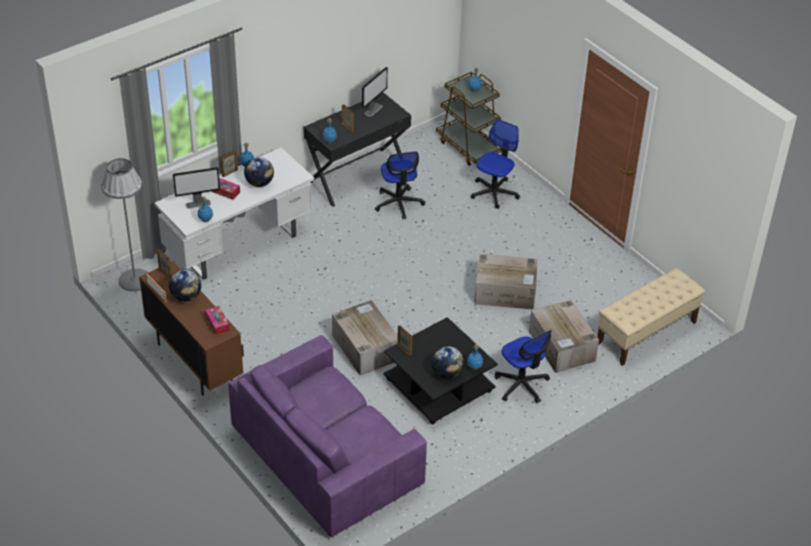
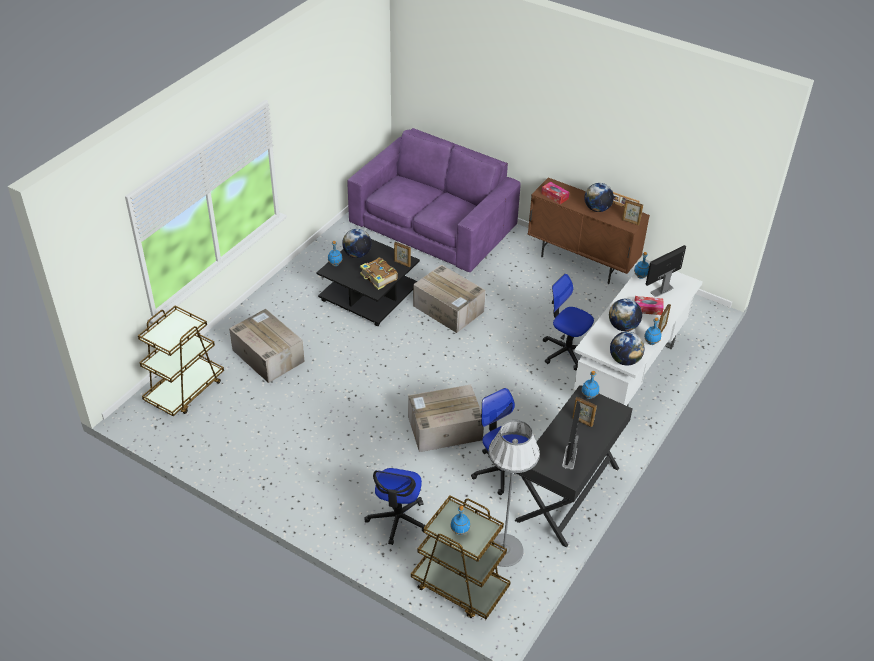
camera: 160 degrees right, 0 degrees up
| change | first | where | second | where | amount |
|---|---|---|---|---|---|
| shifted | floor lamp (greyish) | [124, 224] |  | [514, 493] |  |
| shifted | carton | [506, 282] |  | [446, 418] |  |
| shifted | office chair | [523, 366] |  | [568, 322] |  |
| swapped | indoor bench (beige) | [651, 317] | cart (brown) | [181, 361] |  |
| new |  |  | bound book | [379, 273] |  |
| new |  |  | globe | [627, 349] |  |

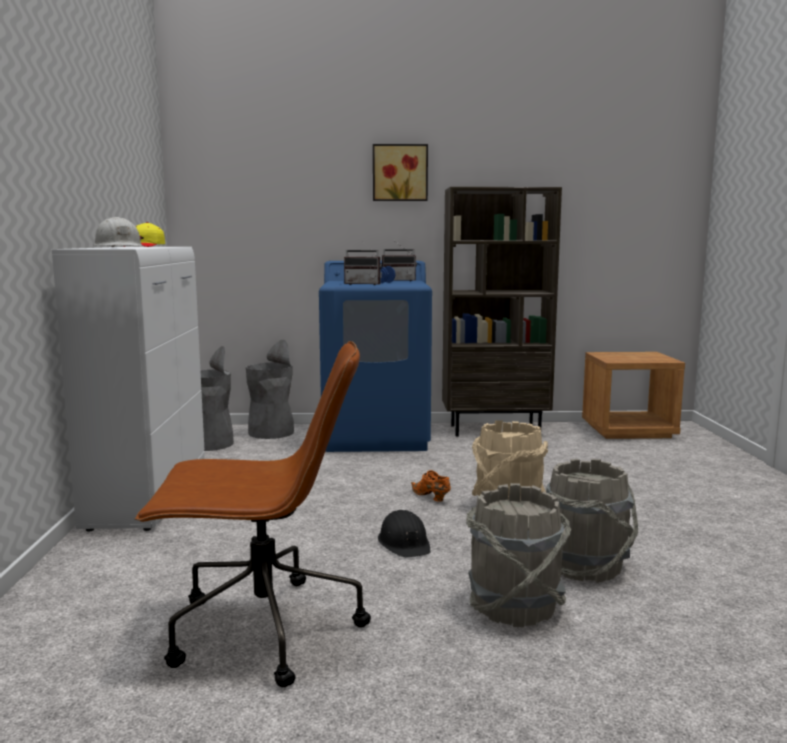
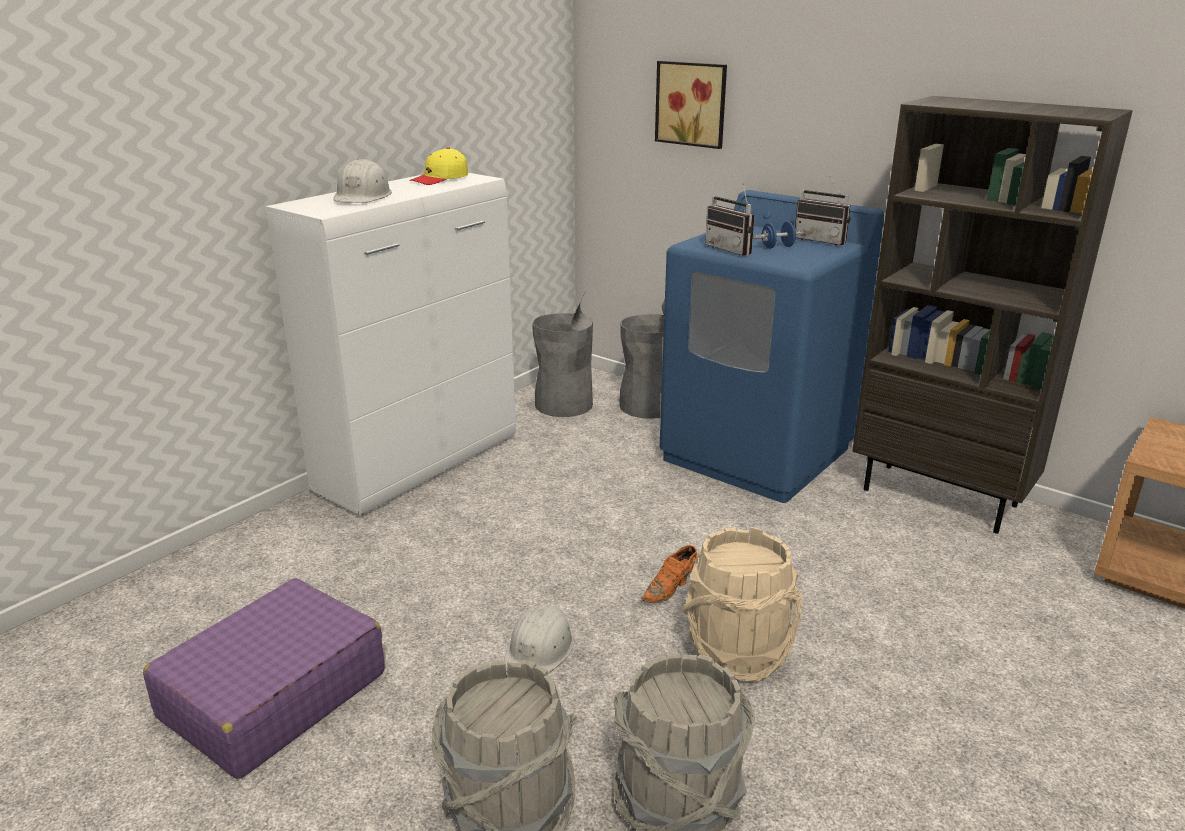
camera: 40 degrees right, 15 degrees up
| change | first | where | second | where | amount |
|---|---|---|---|---|---|
| swapped | office chair (brown) | [253, 514] | piece of luggage (purple) | [264, 678] |  |
| shifted | picture | [400, 172] |  | [691, 105] |  |
| repainted | safety helmet (black-coloured) | [404, 533] | safety helmet (white-coloured) | [539, 639] |  |
| rotated | low shoe (orangey) | [431, 486] |  | [669, 574] | 135 degrees counterclockwise |

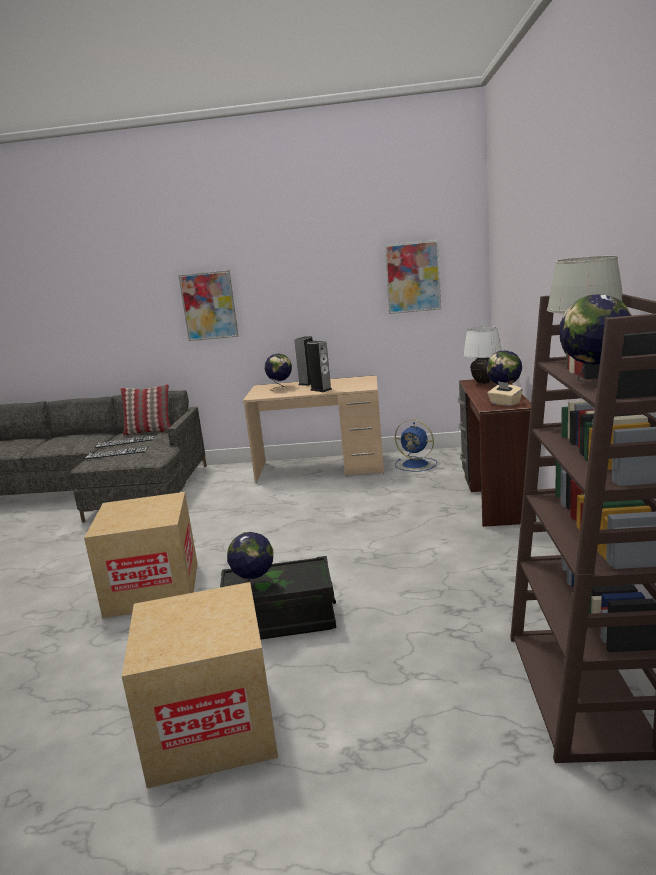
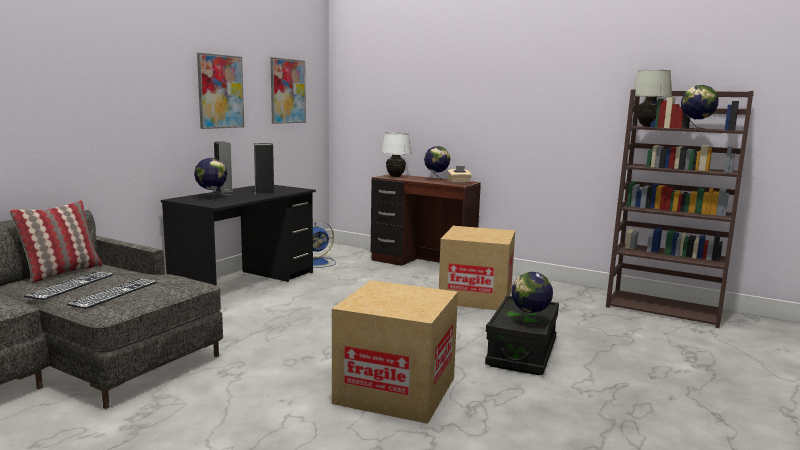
camera: 65 degrees left, 5 degrees down
| change | first | where | second | where | amount |
|---|---|---|---|---|---|
| shifted | carton | [200, 685] |  | [477, 268] |  |
| shifted | picture | [208, 305] |  | [220, 91] |  |
| repainted | desk table (beige) | [313, 429] | desk table (black-coloured) | [238, 235] |  |

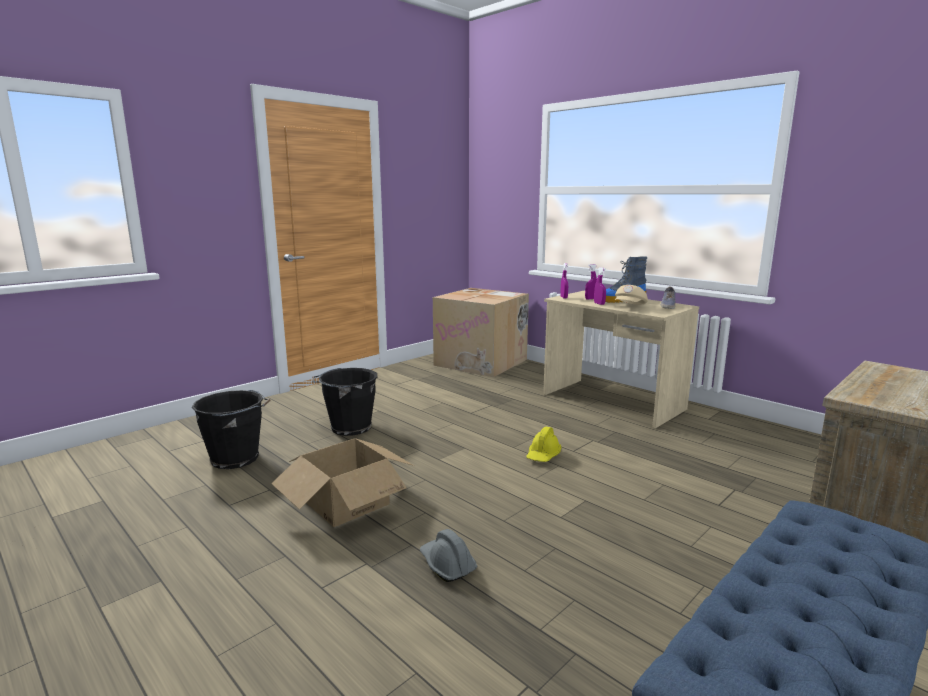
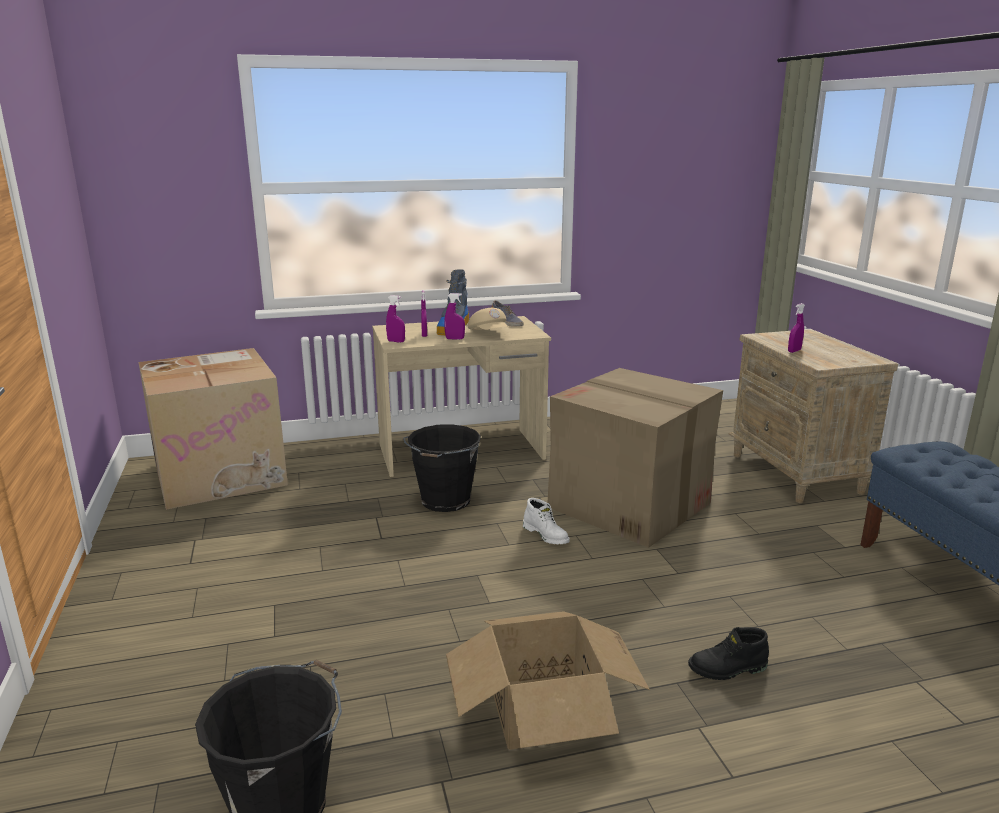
camera: 60 degrees left, 5 degrees up
| change | first | where | second | where | amount |
|---|---|---|---|---|---|
| shifted | water bucket (black-coloured) | [344, 402] |  | [442, 468] |  |
| swapped | safety helmet (greyish) | [448, 555] | boot (black-coloured) | [728, 653] |  |
| swapped | safety helmet (yellow-coloured) | [543, 444] | boot (white-coloured) | [546, 521] |  |
| new |  |  | carton | [635, 458] |  |
| new |  |  | spray bottle (purple) | [796, 328] |  |

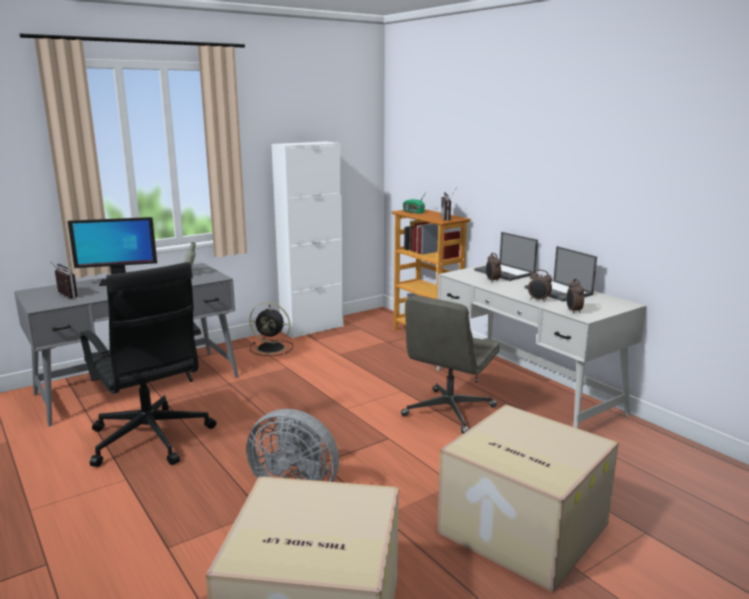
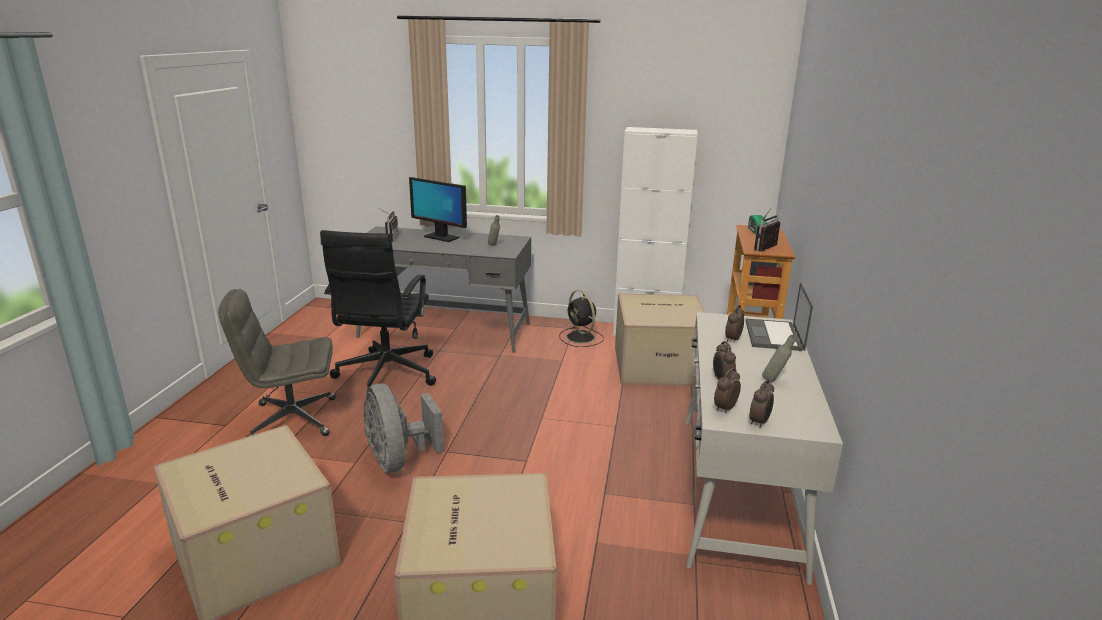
camera: 45 degrees right, 5 degrees up
| change | first | where | second | where | amount |
|---|---|---|---|---|---|
| shifted | office chair (greyish) | [450, 364] |  | [276, 363] |  |
| swapped | notebook computer | [561, 274] | bottle (greyish) | [779, 358] |  |
| new |  |  | carton | [660, 340] |  |
| new |  |  | bedside clock | [761, 403] |  |

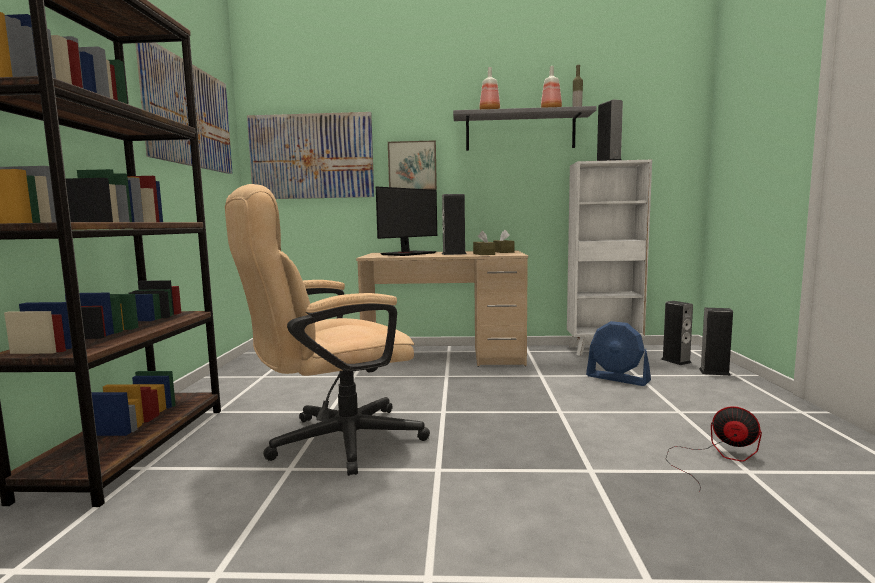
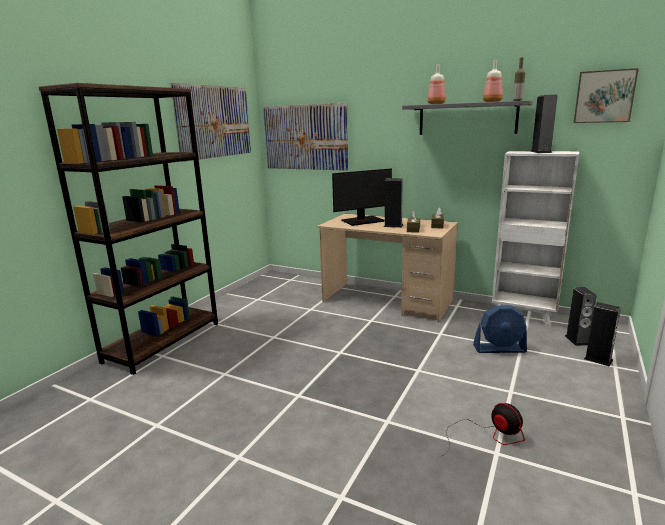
camera: 25 degrees right, 10 degrees up
| change | first | where | second | where | amount |
|---|---|---|---|---|---|
| gone | office chair (beige) | [327, 330] |  |  |  |
| shifted | picture | [412, 165] |  | [606, 95] |  |
| rotated | electric fan (bluish) | [618, 353] |  | [500, 329] | 60 degrees counterclockwise |

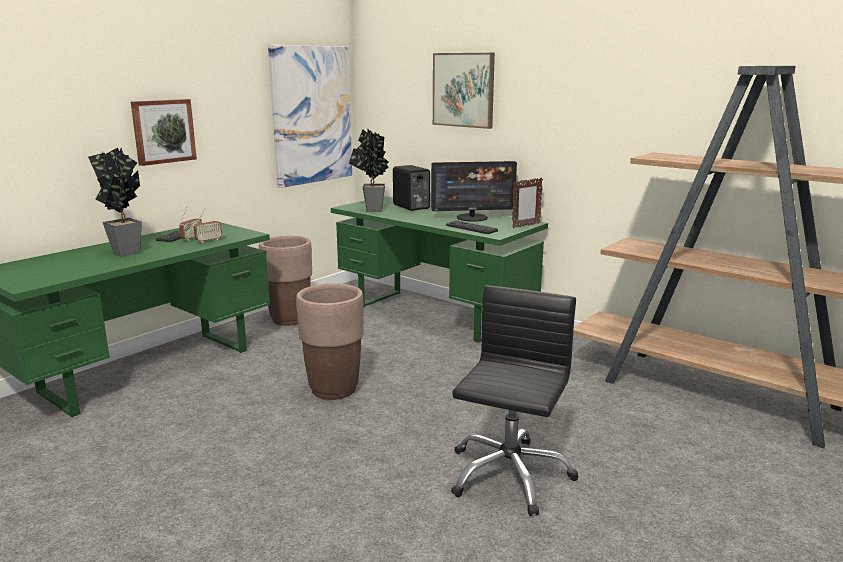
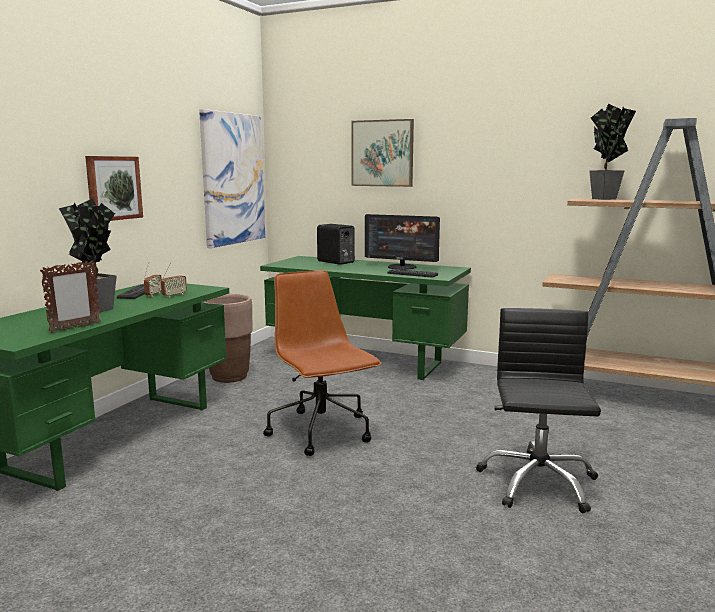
camera: 15 degrees left, 5 degrees down
| change | first | where | second | where | amount |
|---|---|---|---|---|---|
| swapped | plant pot (brown) | [330, 341] | office chair (brown) | [322, 363] |  |
| shifted | potted plant | [369, 170] |  | [612, 152] |  |
| rotated | computer screen | [474, 191] |  | [402, 242] | 45 degrees clockwise |
| shifted | picture frame | [527, 202] |  | [70, 296] |  |

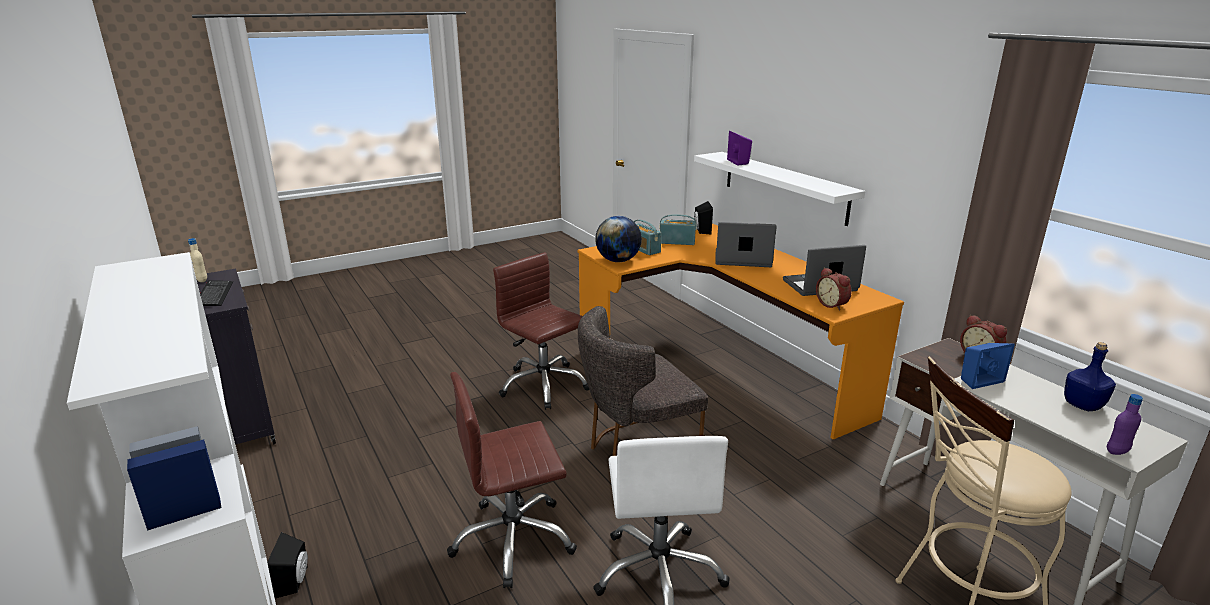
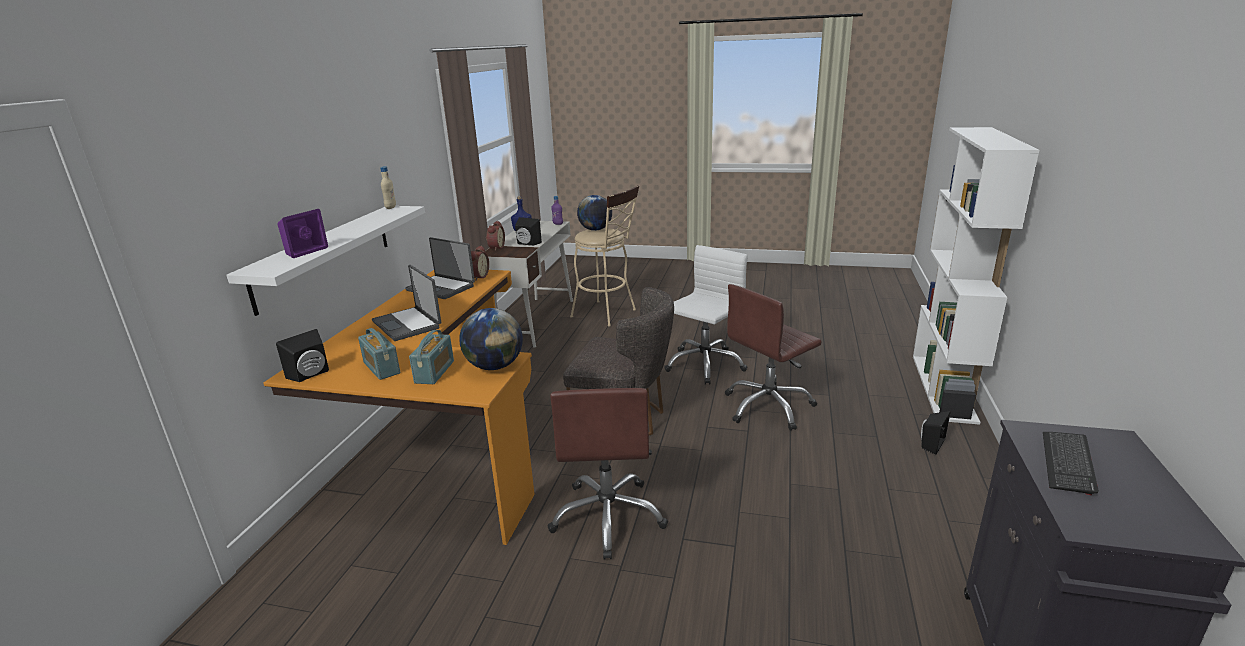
camera: 135 degrees left, 0 degrees up
| change | first | where | second | where | amount |
|---|---|---|---|---|---|
| shifted | bottle (beige) | [197, 260] |  | [388, 187] |  |
| rotated | office chair (brown) | [512, 480] |  | [773, 357] | 120 degrees clockwise |
| repainted | loudspeaker (bluish) | [988, 366] | loudspeaker (black-coloured) | [528, 231] |  |
| new |  |  | globe | [594, 213] |  |

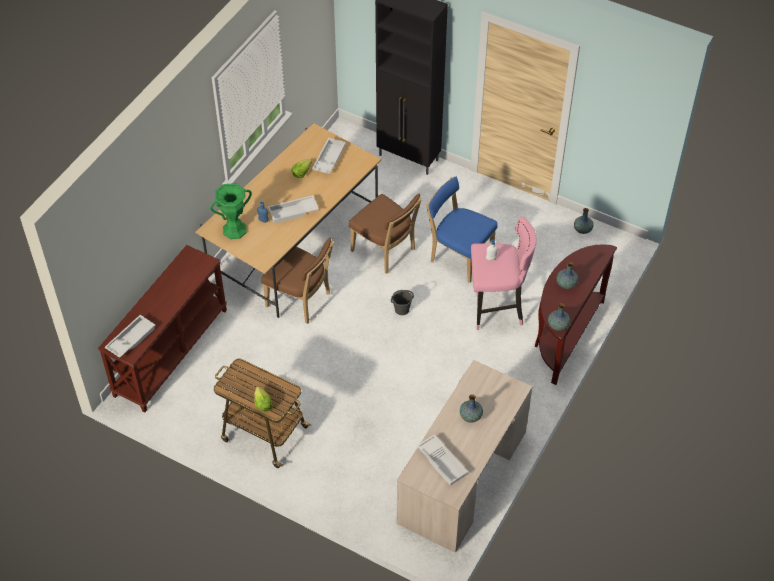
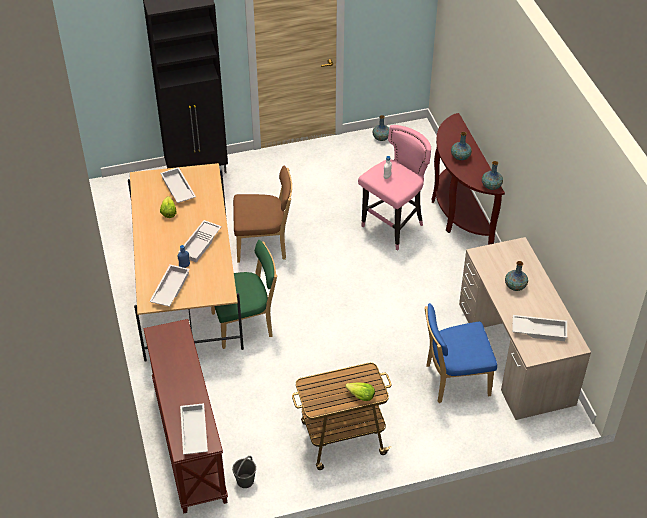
camera: 45 degrees left, 5 degrees down
| change | first | where | second | where | amount |
|---|---|---|---|---|---|
| swapped | flower vase (green-coloured) | [231, 211] | carrying tray (white-coloured) | [169, 286] |  |
| repainted | plain chair (brown) | [297, 281] | plain chair (green-coloured) | [244, 294] |  |
| shifted | water bucket (greyish) | [402, 302] |  | [244, 472] |  |
| shifted | plain chair (bluish) | [462, 230] |  | [461, 353] |  |

